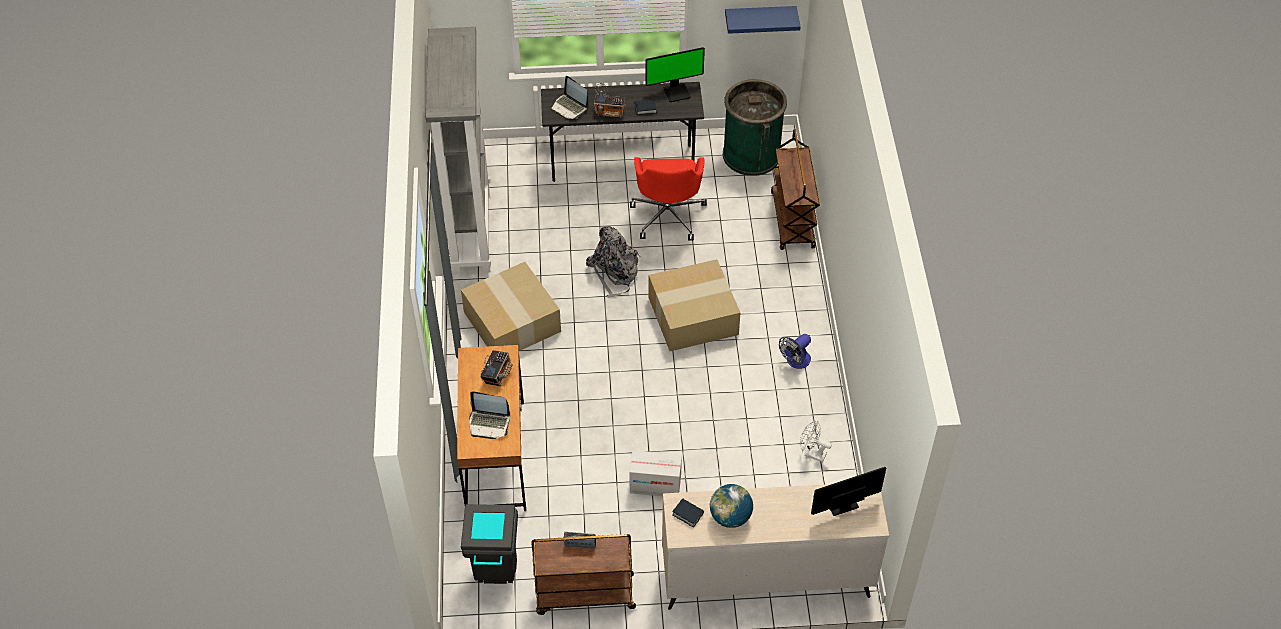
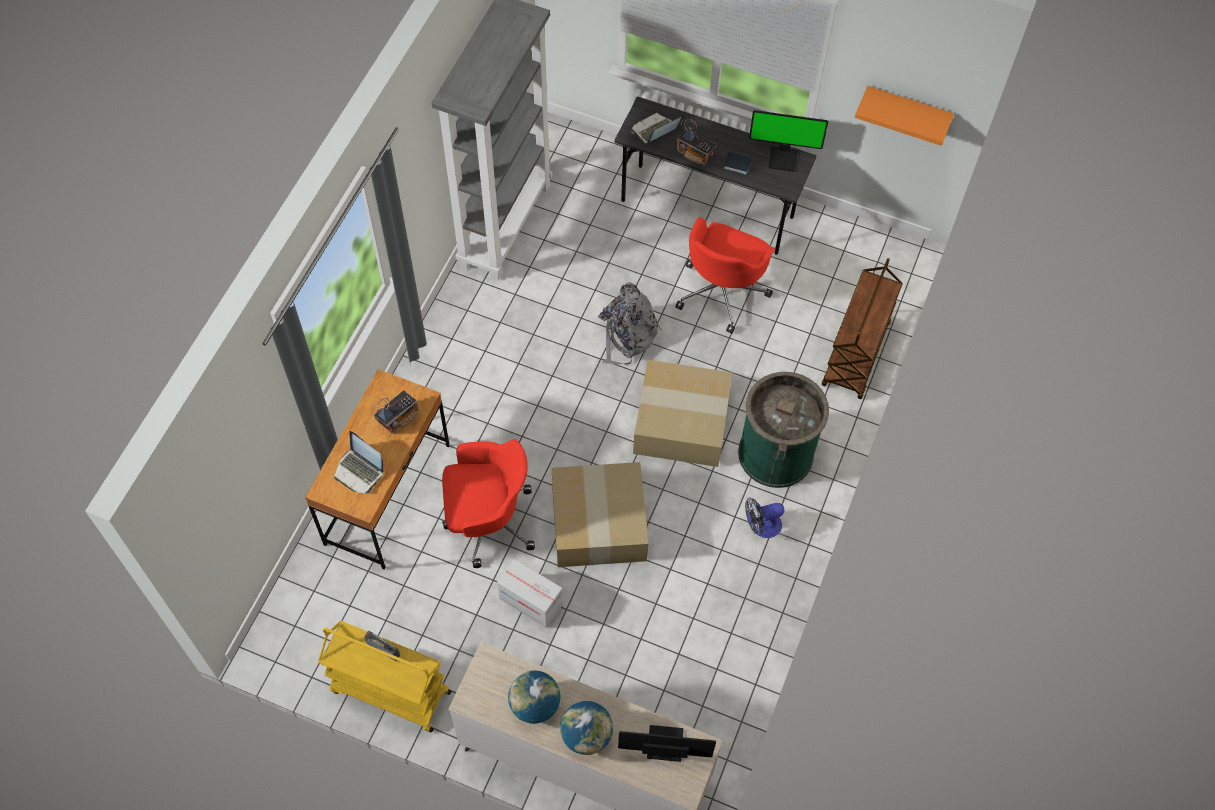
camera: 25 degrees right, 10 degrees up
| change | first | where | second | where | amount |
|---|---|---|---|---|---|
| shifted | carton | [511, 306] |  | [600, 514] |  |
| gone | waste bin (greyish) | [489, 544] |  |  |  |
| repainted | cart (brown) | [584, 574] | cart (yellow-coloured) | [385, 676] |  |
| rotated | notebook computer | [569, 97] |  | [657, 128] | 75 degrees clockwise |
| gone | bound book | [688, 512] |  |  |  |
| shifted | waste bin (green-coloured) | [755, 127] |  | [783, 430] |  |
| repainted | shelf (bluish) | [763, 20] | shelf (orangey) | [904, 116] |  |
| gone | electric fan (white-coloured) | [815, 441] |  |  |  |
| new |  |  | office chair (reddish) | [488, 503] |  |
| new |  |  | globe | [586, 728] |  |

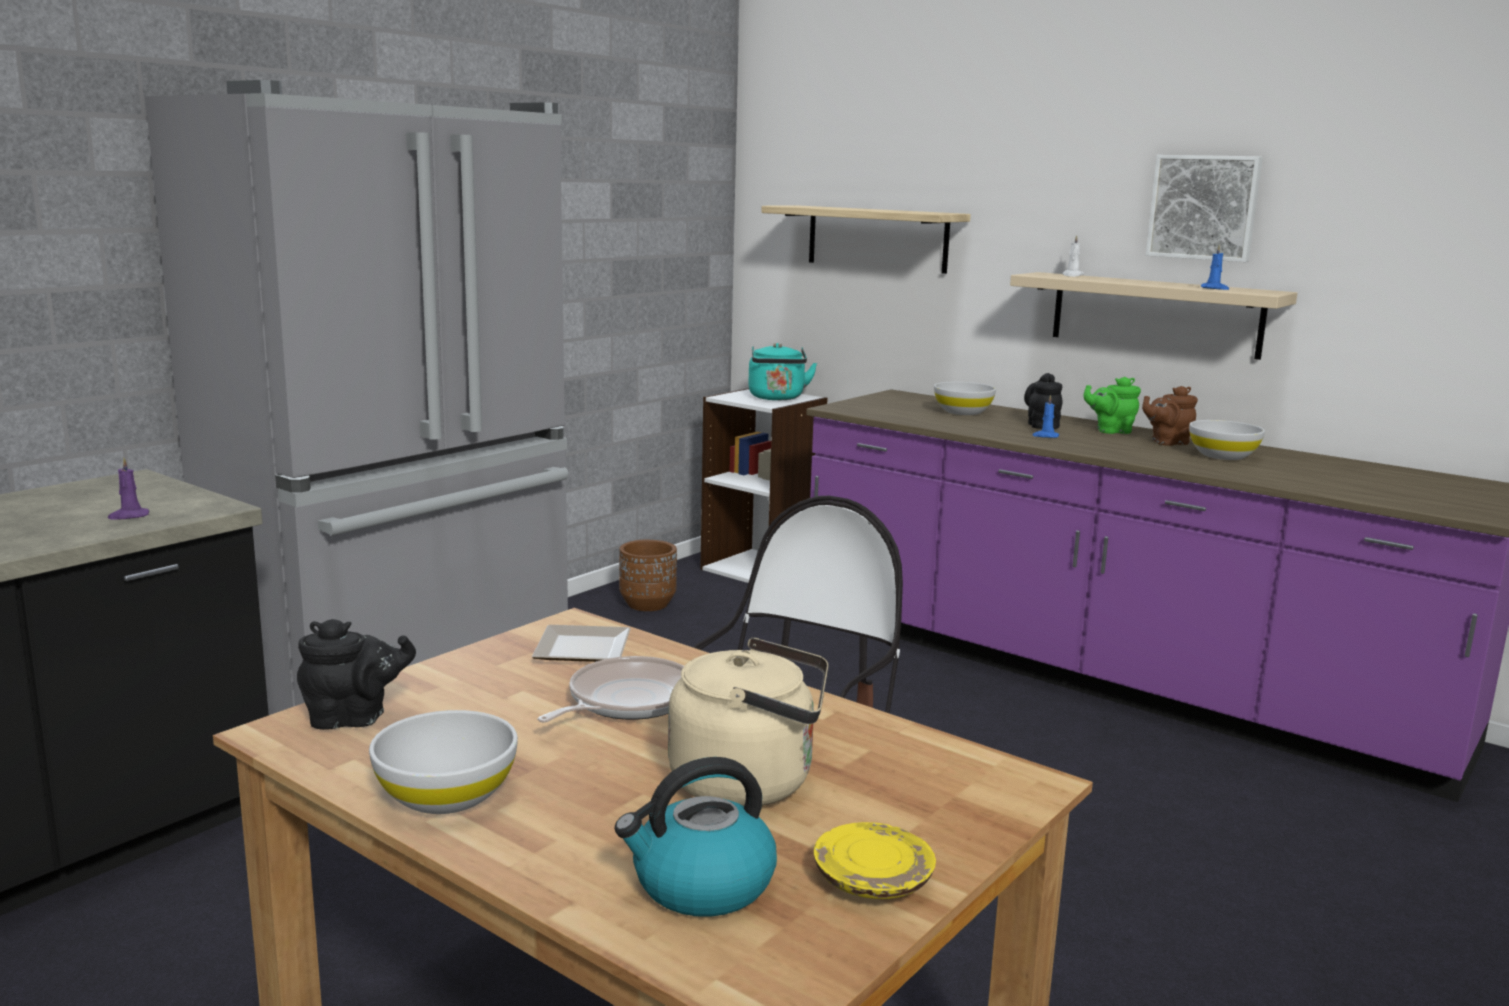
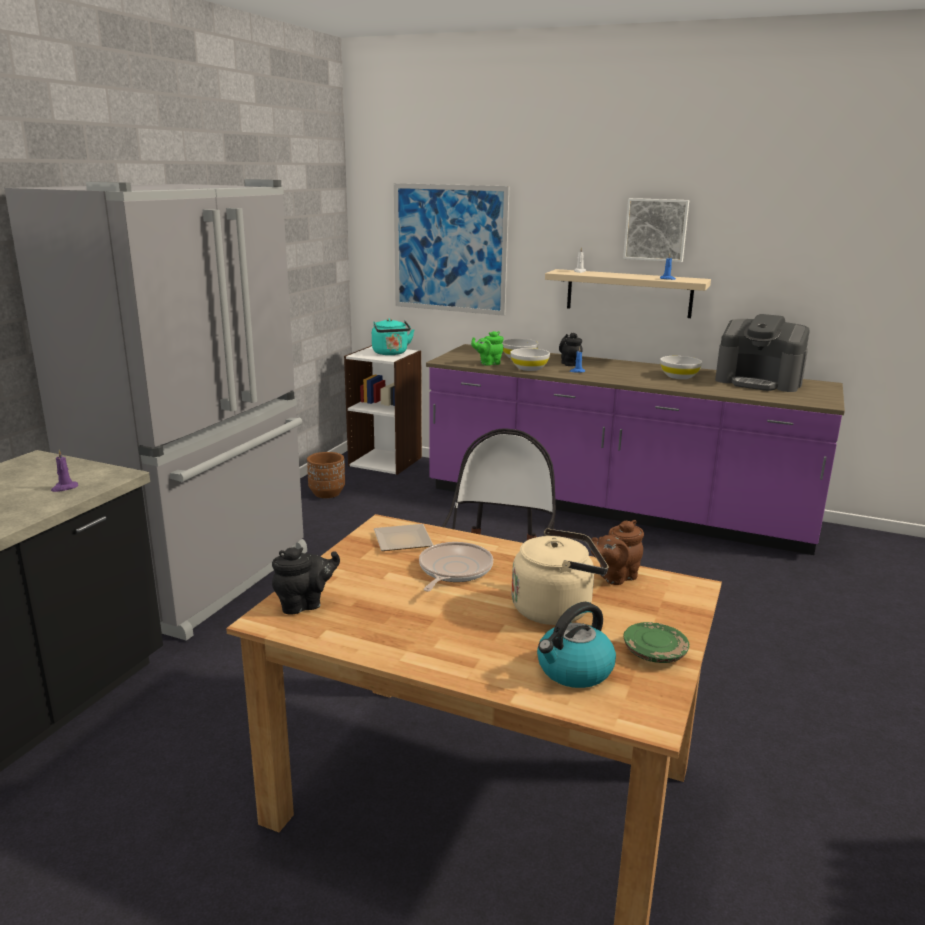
camera: 15 degrees left, 5 degrees up
| change | first | where | second | where | amount |
|---|---|---|---|---|---|
| shifted | bowl (white-coloured) | [443, 762] |  | [530, 359] |  |
| swapped | shelf | [866, 239] | picture | [451, 249] |  |
| repainted | dinner plate (yellow-coloured) | [875, 860] | dinner plate (green-coloured) | [656, 642] |  |
| shifted | teapot (green-coloured) | [1112, 405] |  | [487, 348] |  |
| shifted | teapot (brown) | [1170, 416] |  | [617, 552] |  |
| new |  |  | coffee maker | [762, 353] |  |

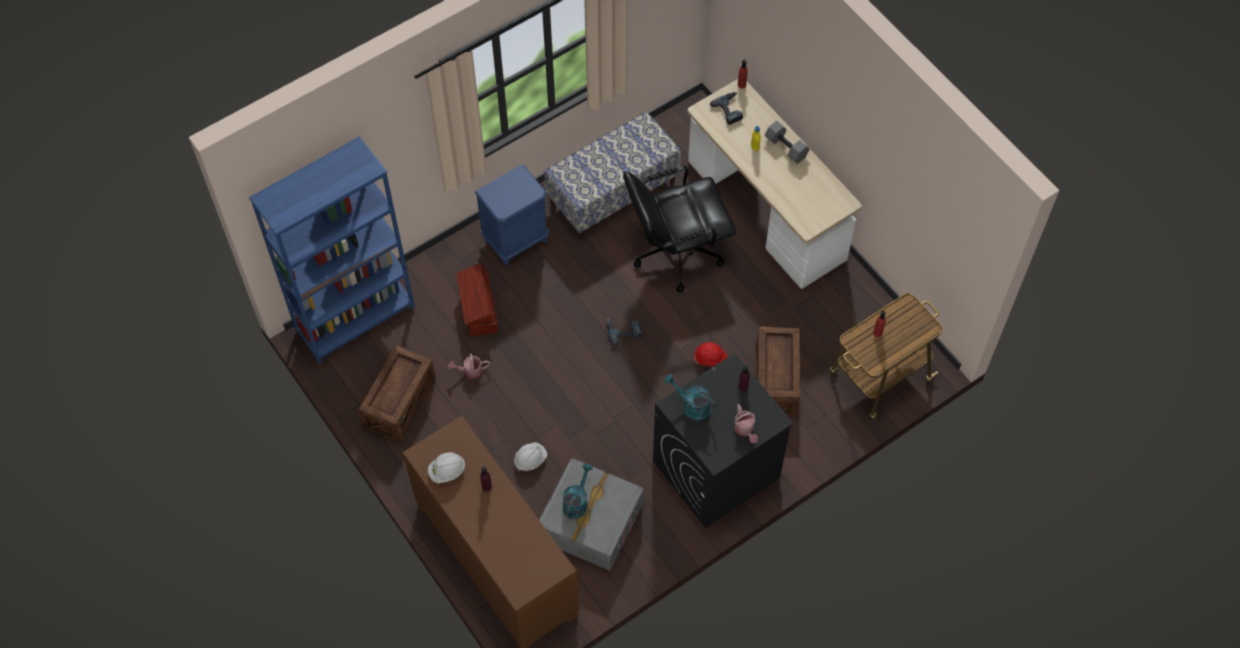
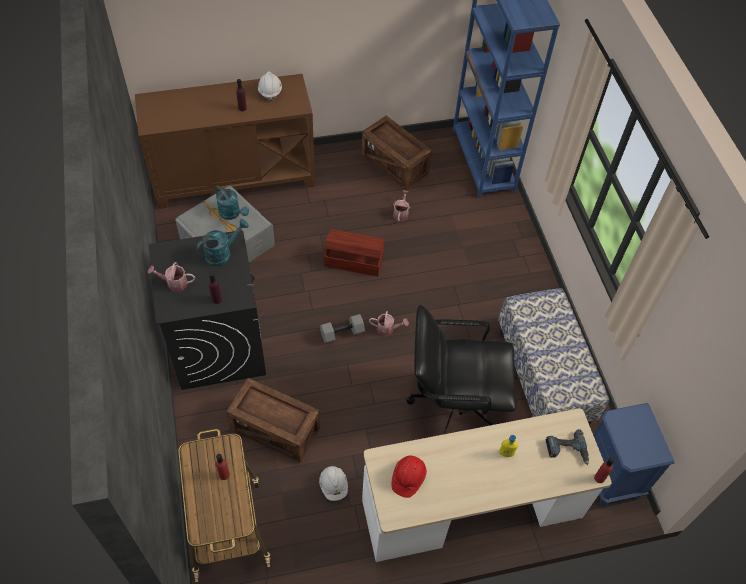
camera: 110 degrees right, 5 degrees down
| change | first | where | second | where | amount |
|---|---|---|---|---|---|
| shifted | storage bin (brown) | [477, 300] |  | [354, 252] |  |
| shifted | nightstand (bluish) | [512, 214] |  | [634, 454] |  |
| shifted | safety helmet (white-coloured) | [530, 456] |  | [333, 483] |  |
| swapped | power drill | [624, 332] | watering can | [389, 323] |  |
| rotated | office chair (black-coloured) | [680, 229] |  | [461, 369] | 90 degrees counterclockwise |
| shifted | safety helmet (reddish) | [711, 354] |  | [409, 477] |  |
| shifted | hand weight (greyish) | [787, 142] |  | [342, 328] |  |

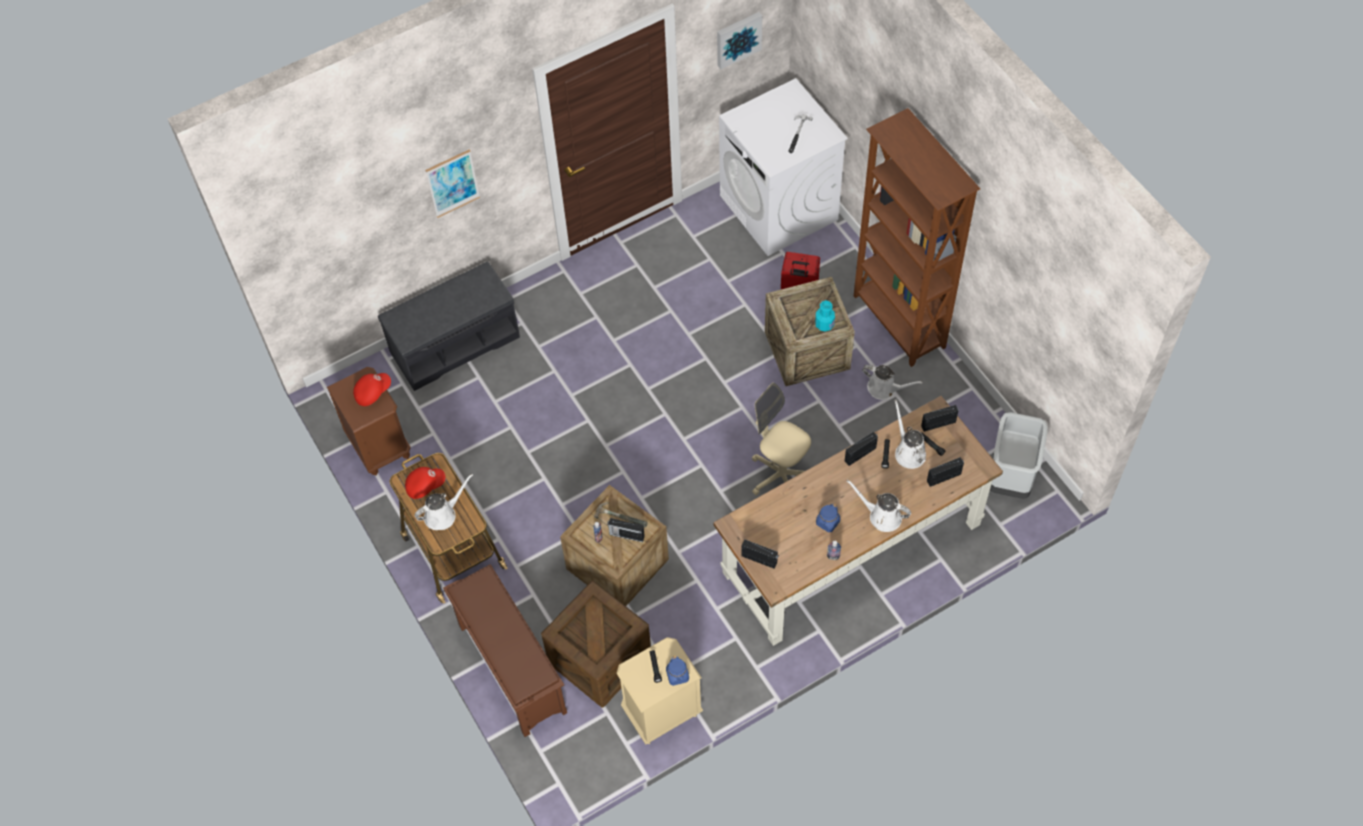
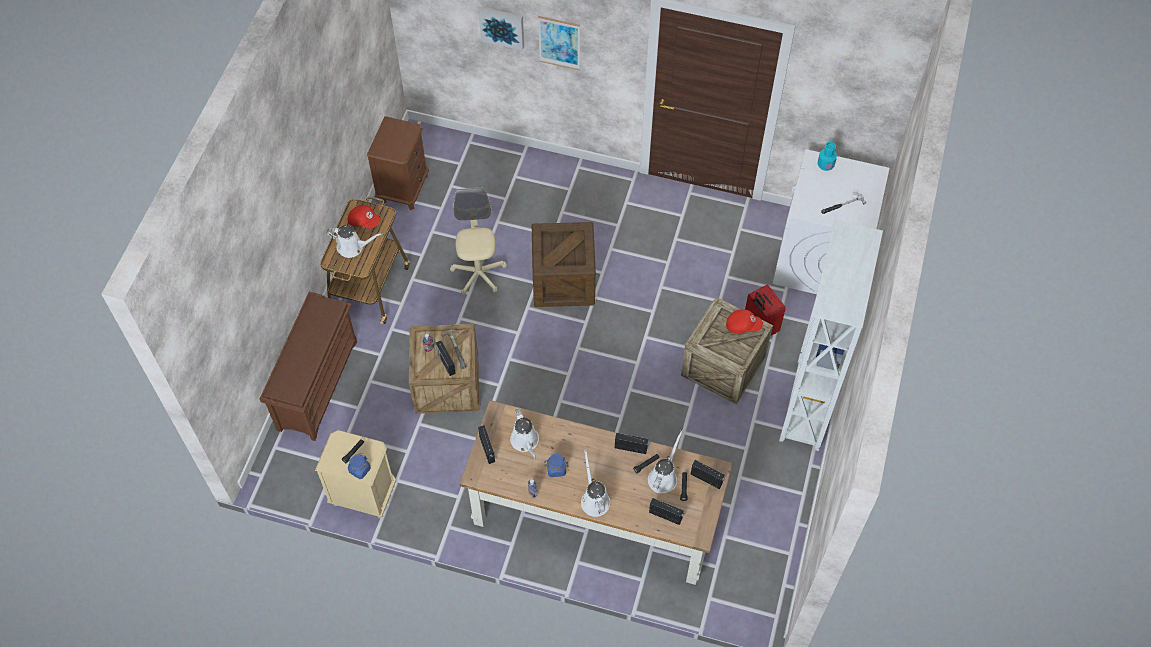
camera: 45 degrees right, 0 degrees up
| change | first | where | second | where | amount |
|---|---|---|---|---|---|
| shifted | baseball cap (reddish) | [372, 389] |  | [744, 321] |  |
| gone | indoor bench (greyish) | [449, 326] |  |  |  |
| shifted | packing crate | [596, 644] |  | [564, 264] |  |
| shifted | picture | [739, 40] |  | [501, 28] |  |
| shifted | office chair (beige) | [781, 439] |  | [478, 241] |  |
| shifted | bottle (blue-green) | [825, 315] |  | [827, 156] |  |
| repainted | bookshelf (brown) | [917, 237] | bookshelf (white-coloured) | [831, 335] |  |
| shifted | watering can (white-coloured) | [892, 382] |  | [524, 434] |  |
| gone | waste bin (greyish) | [1019, 455] |  |  |  |

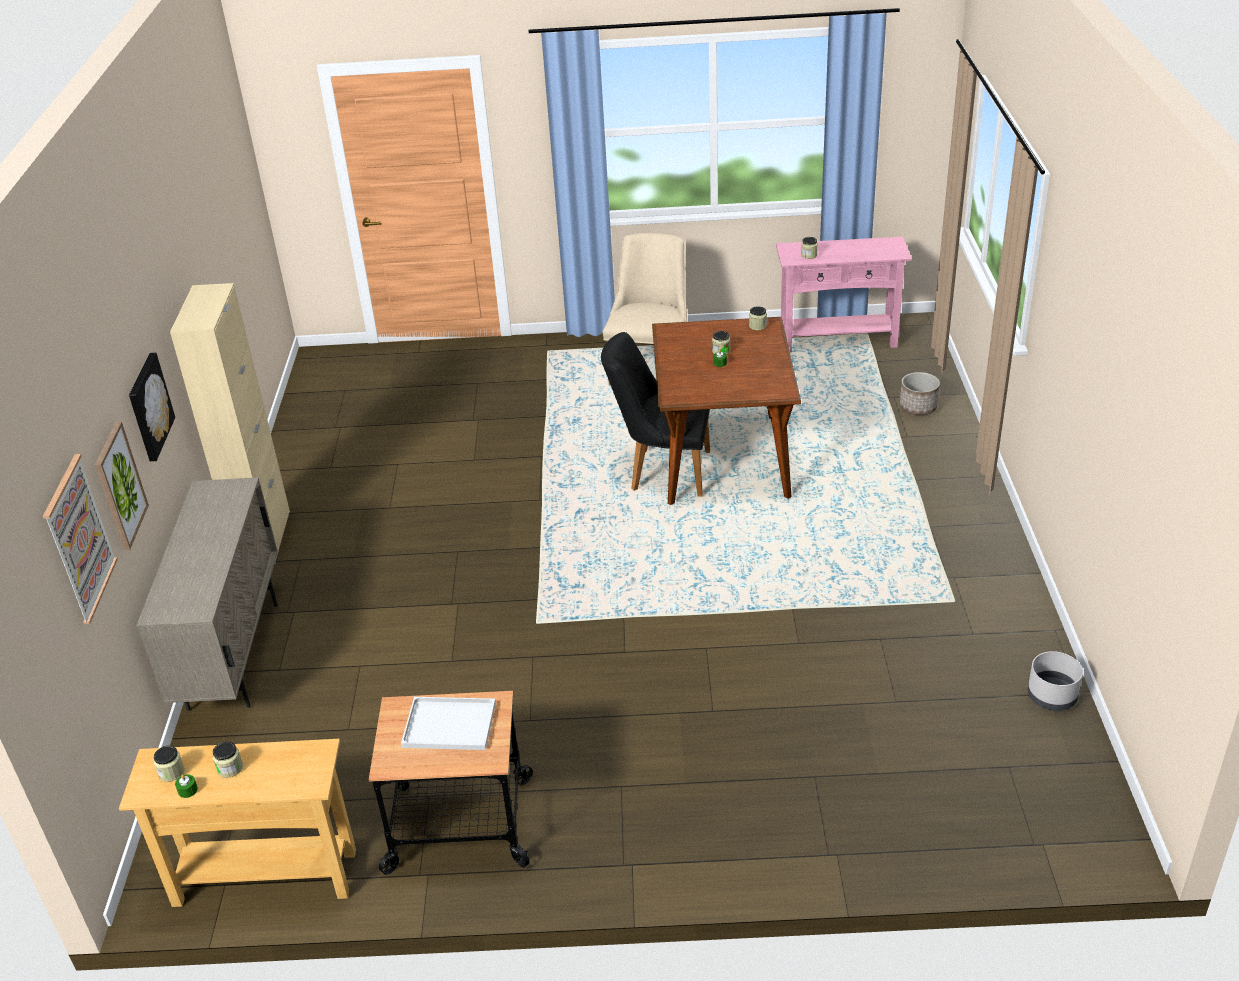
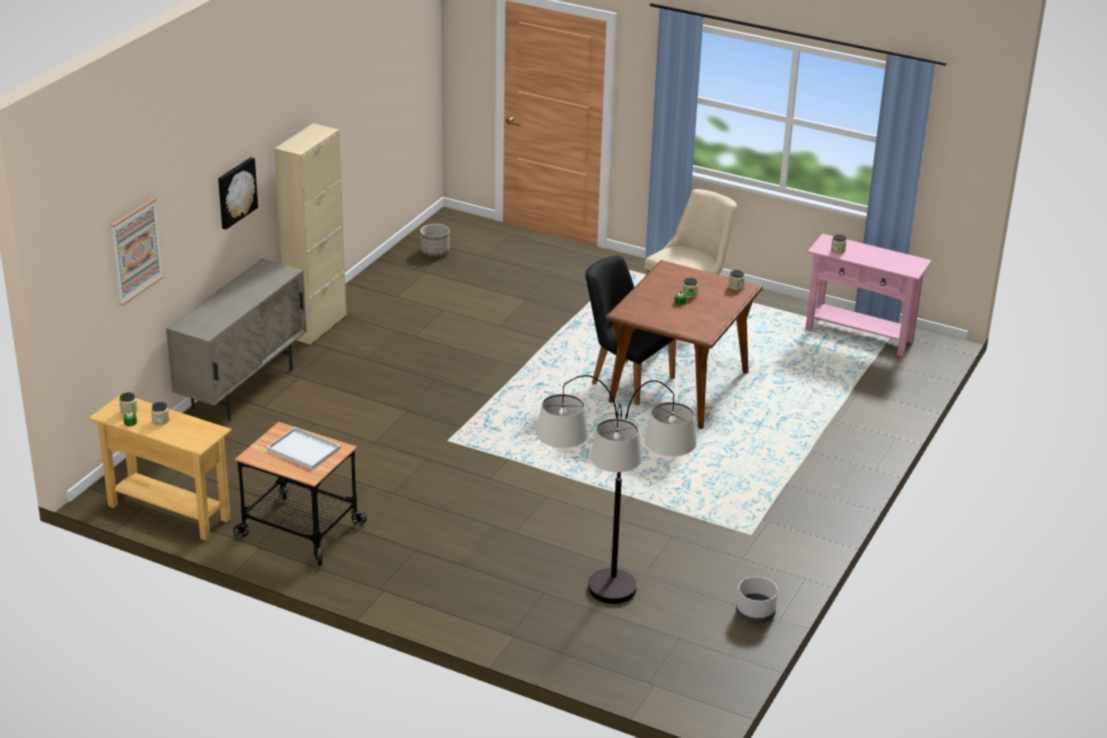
camera: 25 degrees right, 5 degrees down
| change | first | where | second | where | amount |
|---|---|---|---|---|---|
| gone | picture | [122, 486] |  |  |  |
| shifted | plant pot | [920, 393] |  | [435, 240] |  |
| new |  |  | floor lamp | [616, 489] |  |

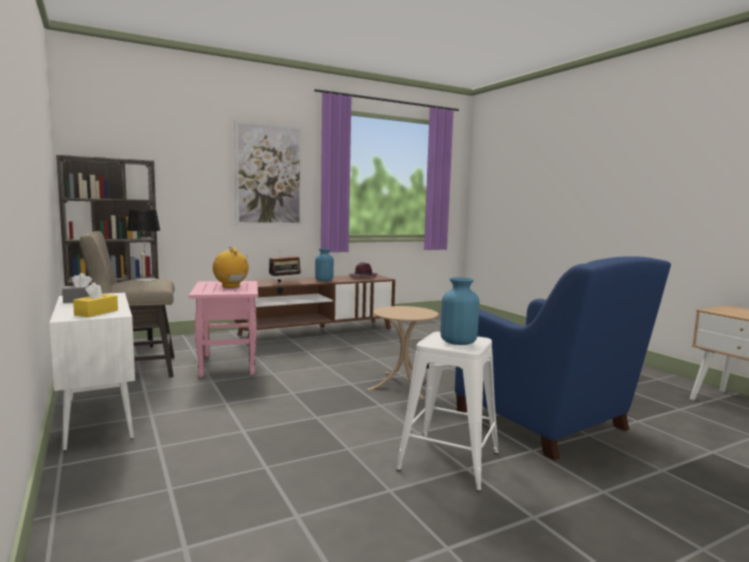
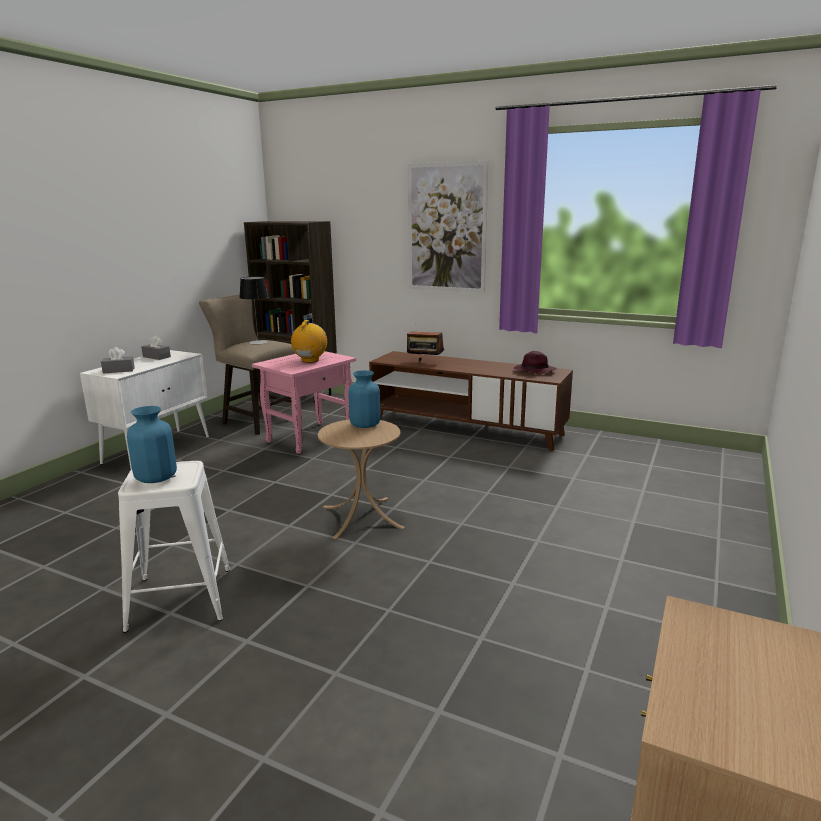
camera: 55 degrees right, 10 degrees up
| change | first | where | second | where | amount |
|---|---|---|---|---|---|
| repainted | box of tissues (yellow-coloured) | [95, 299] | box of tissues (greyish) | [118, 360] |  |
| shifted | flower vase (bluish) | [324, 265] |  | [364, 399] |  |
| gone | easy chair (bluish) | [563, 358] |  |  |  |

